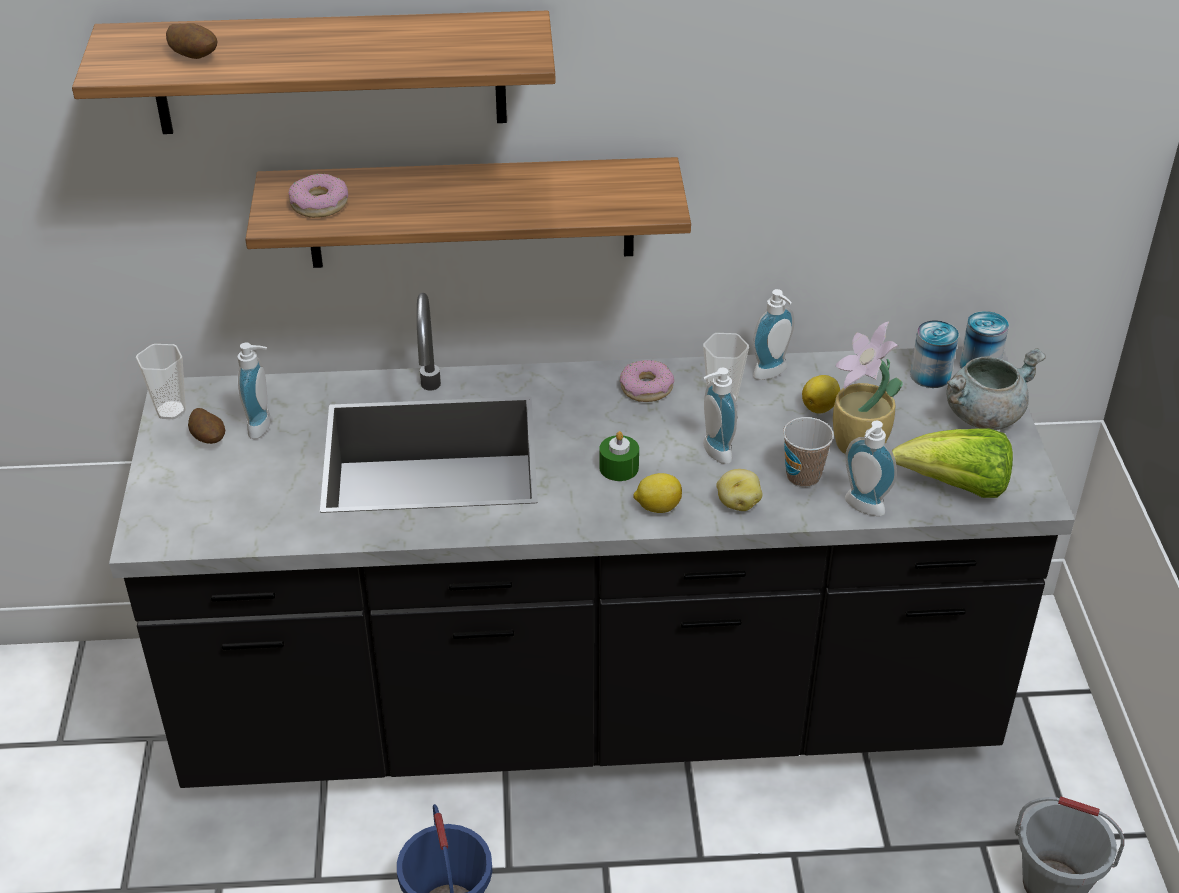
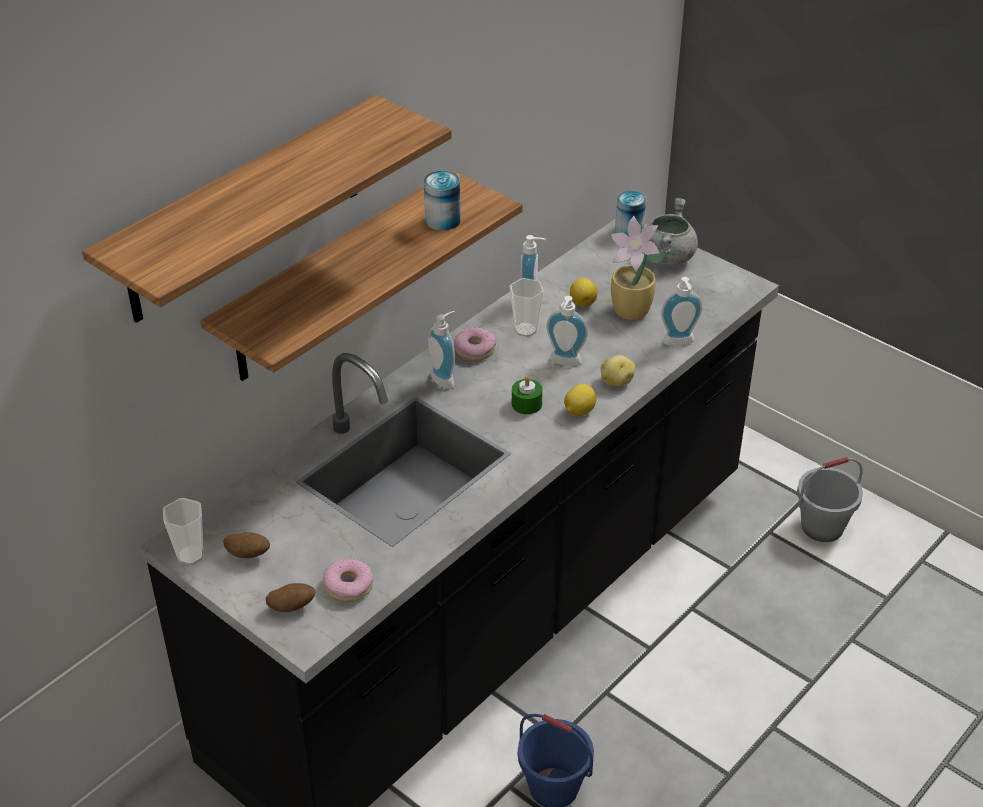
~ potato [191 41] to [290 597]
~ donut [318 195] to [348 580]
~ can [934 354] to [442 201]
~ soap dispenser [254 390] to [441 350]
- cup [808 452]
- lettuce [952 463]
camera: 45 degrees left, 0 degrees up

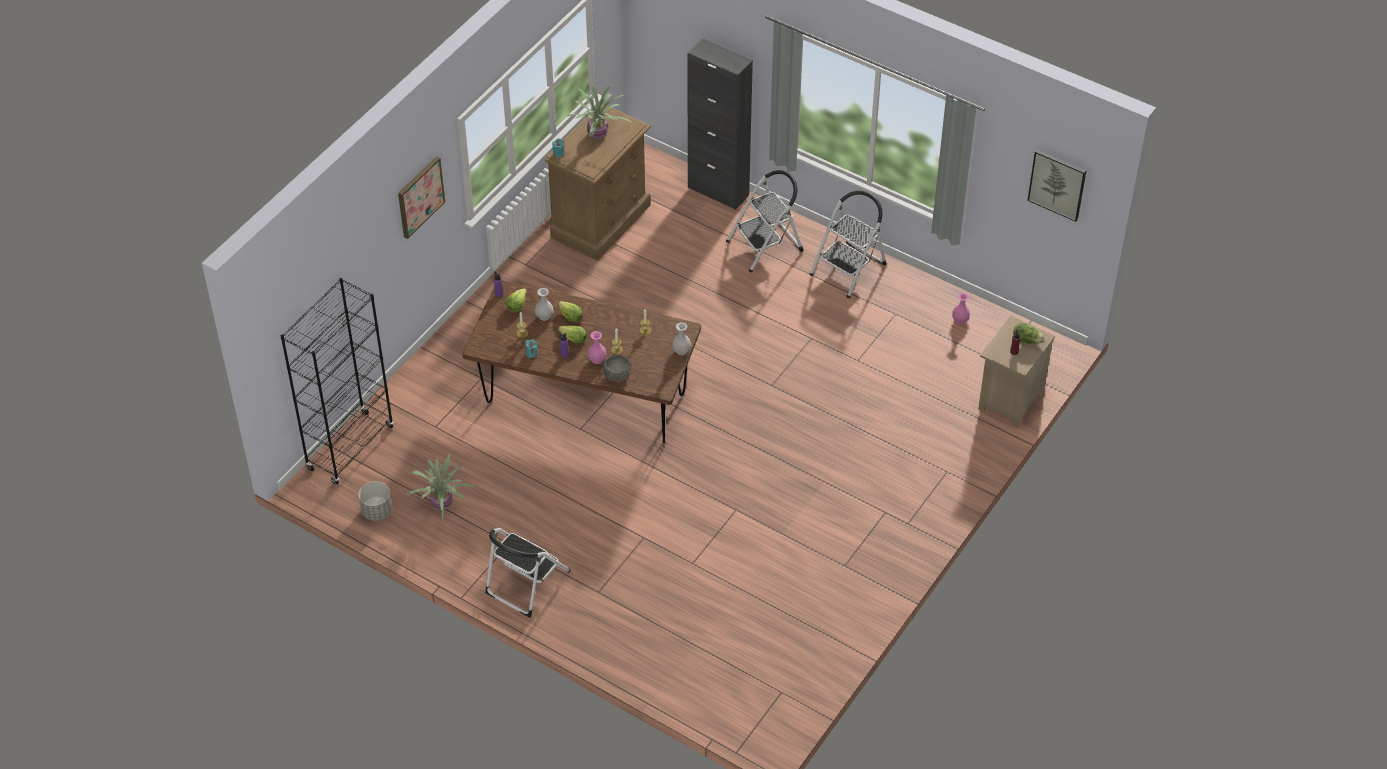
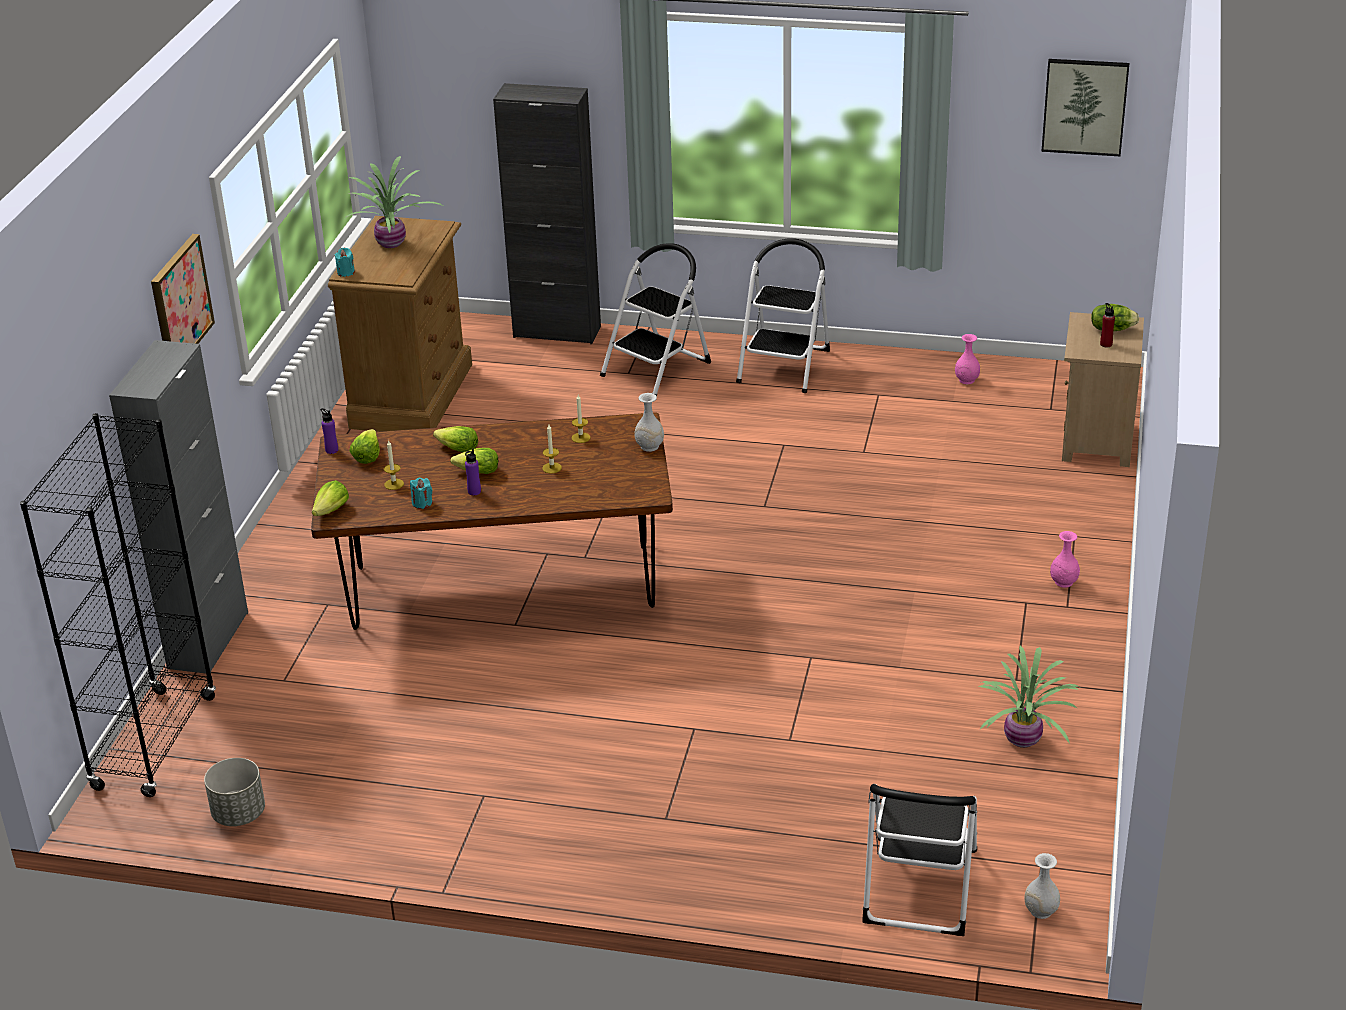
+ grey cabinet [178 506]
+ lettuce [330 498]
~ step ladder [528 573] to [919 860]
~ potted plant [440 487] to [1028 697]
~ white vase [544 304] to [1042 886]
~ pink vase [597 347] to [1065 559]
- grey bowl [617 369]
camera: 20 degrees left, 15 degrees down

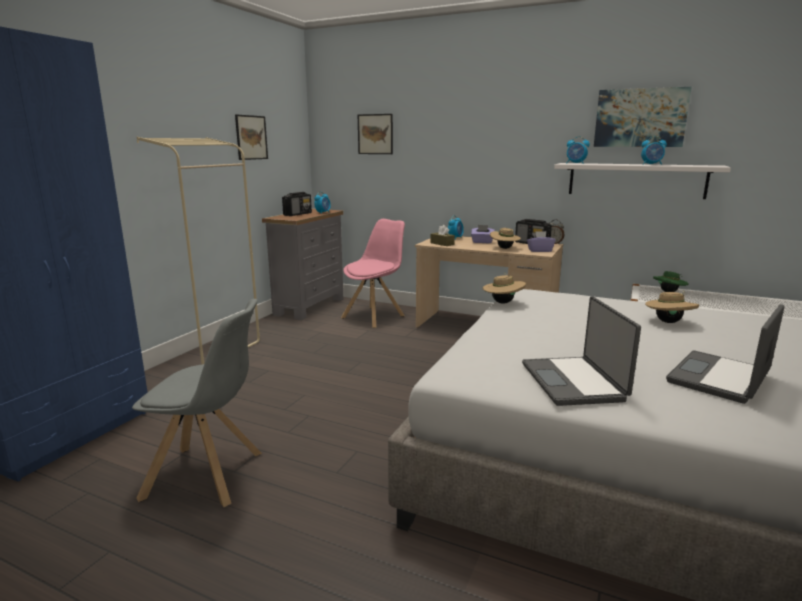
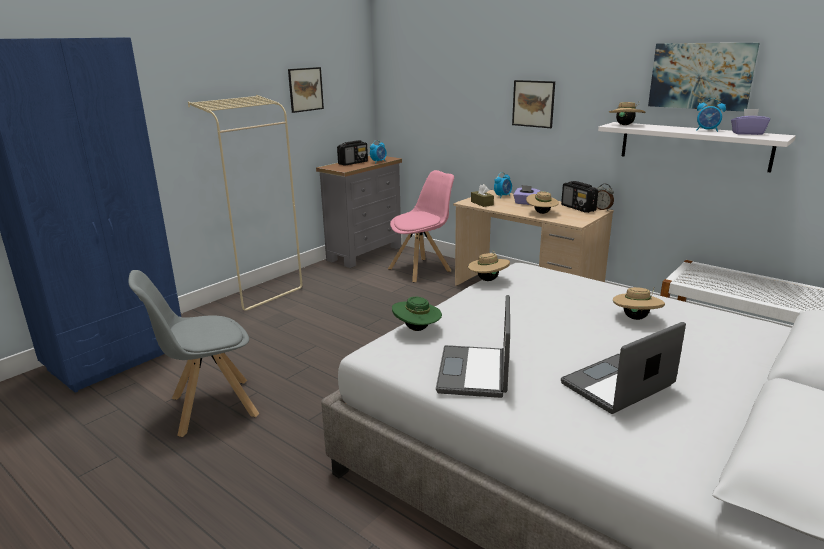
~ grey chair [197 403] = [193 353] 135 degrees clockwise
~ green hat [671 281] to [417 314]
~ picture [375 134] to [533 104]
~ alarm clock [578 150] to beige hat [627 113]
~ purple tissue box [541 241] to [750 122]
camera: 15 degrees right, 5 degrees up

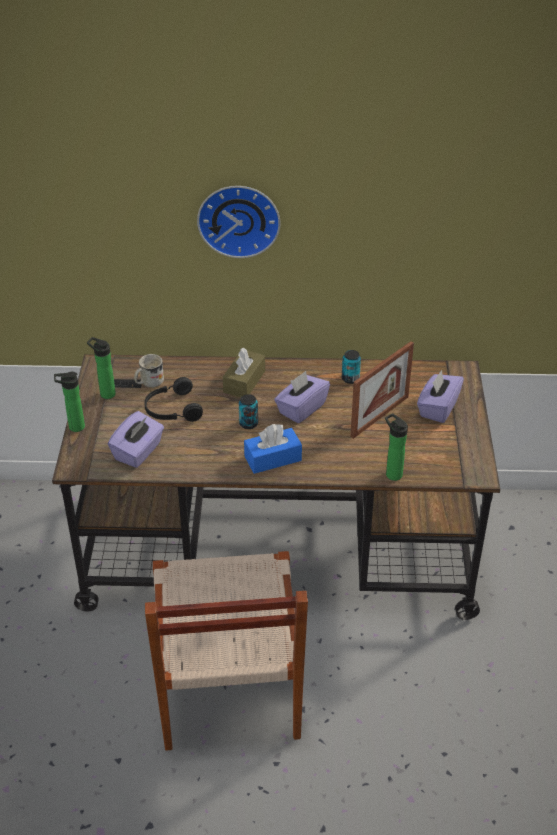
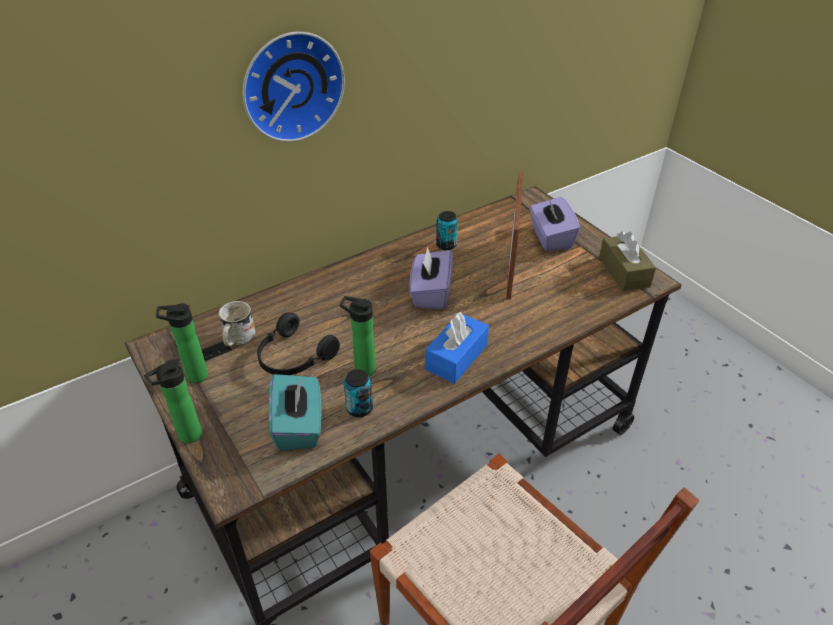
~ purple tissue box [136 439] to turquoise tissue box [295 412]
~ bottle [396 447] to [358 336]
~ can [248 411] to [358 393]
~ brown tissue box [244 372] to [627 261]
camera: 35 degrees left, 0 degrees up

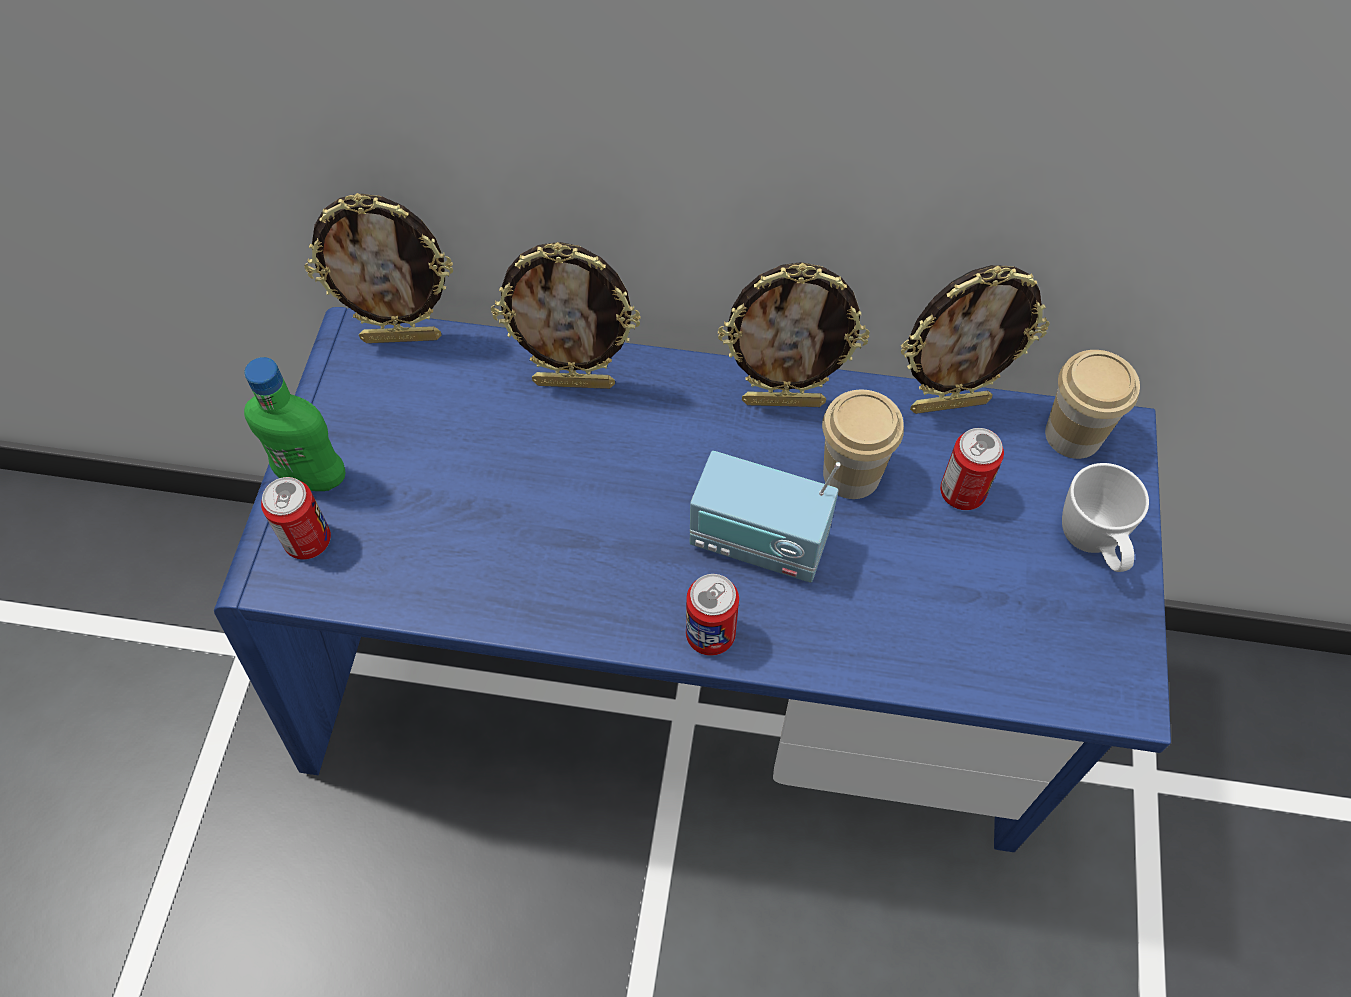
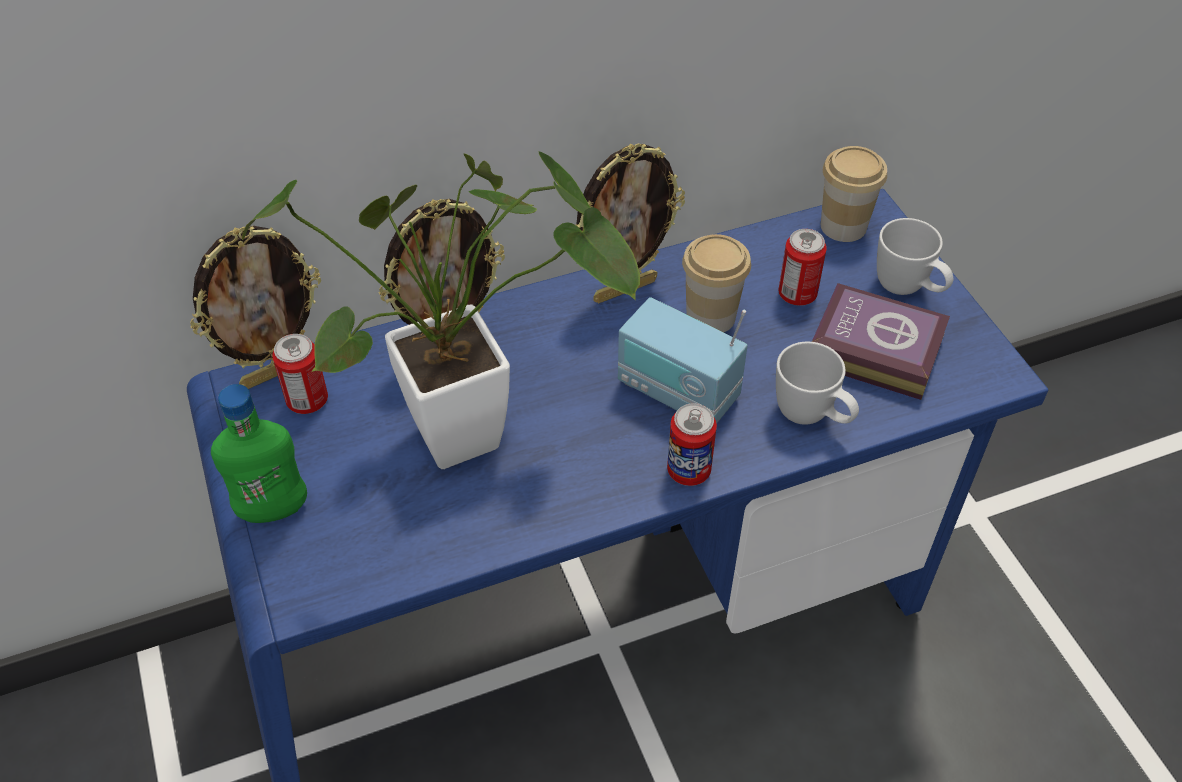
+ potted plant [441 310]
~ can [296 518] to [300 374]
~ radio [765 516] = [682 360] 45 degrees clockwise
+ white mug [817 383]
+ book [881 341]
- picture frame [975 339]
camera: 30 degrees left, 10 degrees down

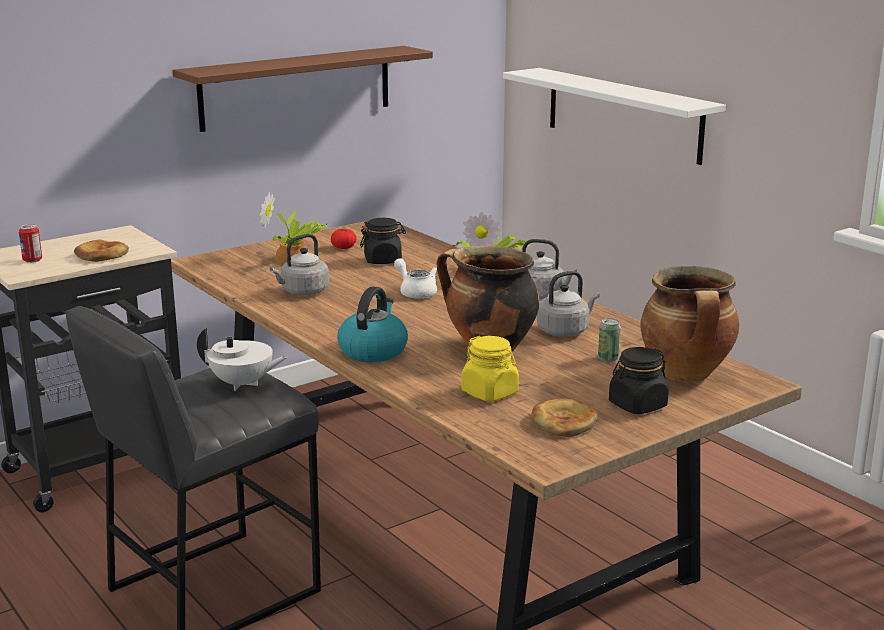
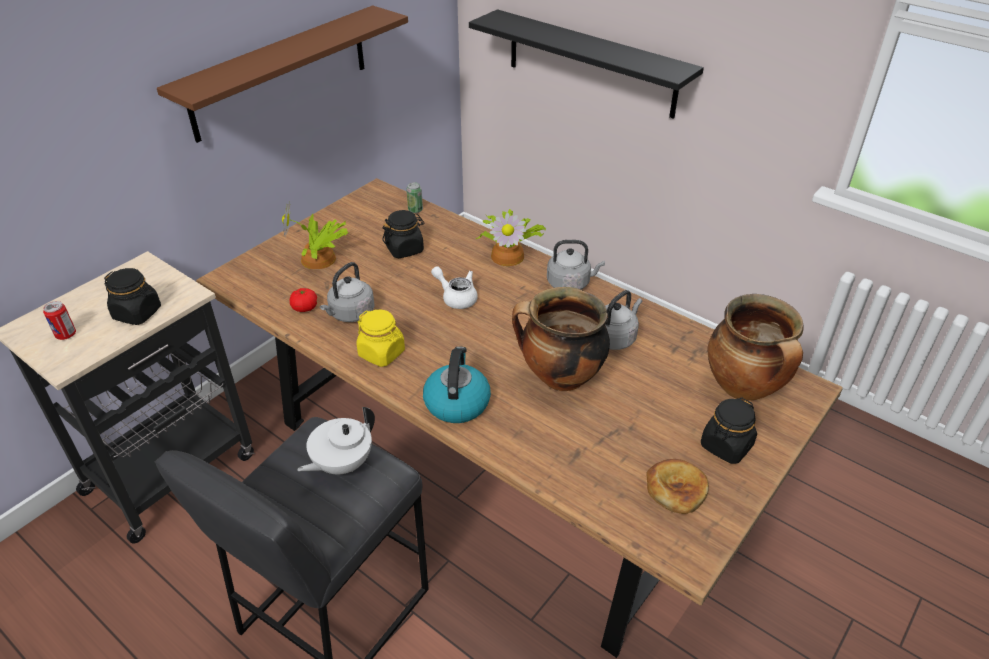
~ bread [101 250] to black jar [132 296]
~ tomato [344 239] to [303 300]
~ white teapot [242 359] = [336 440] 135 degrees clockwise
~ yellow jar [490 368] to [381 338]
~ can [609 340] to [414 197]
~ white shelf [614 116] to black shelf [586 64]
camera: 15 degrees left, 20 degrees up

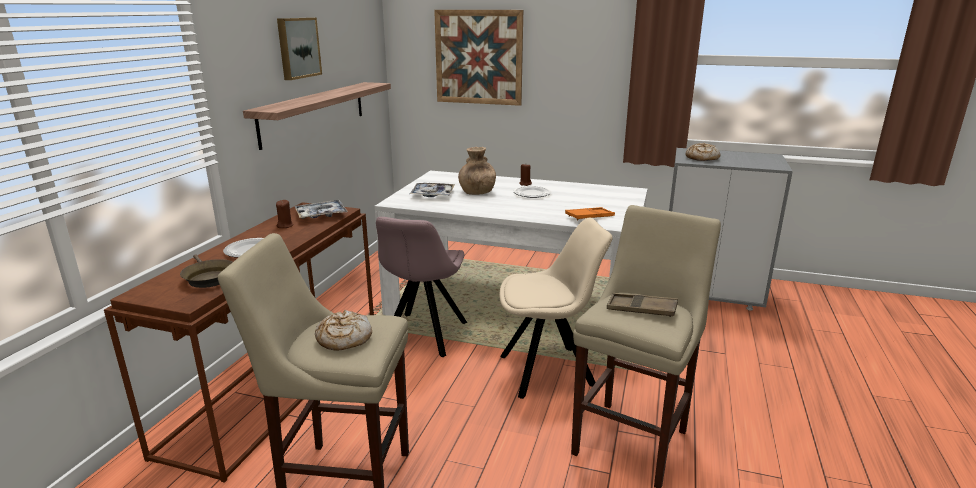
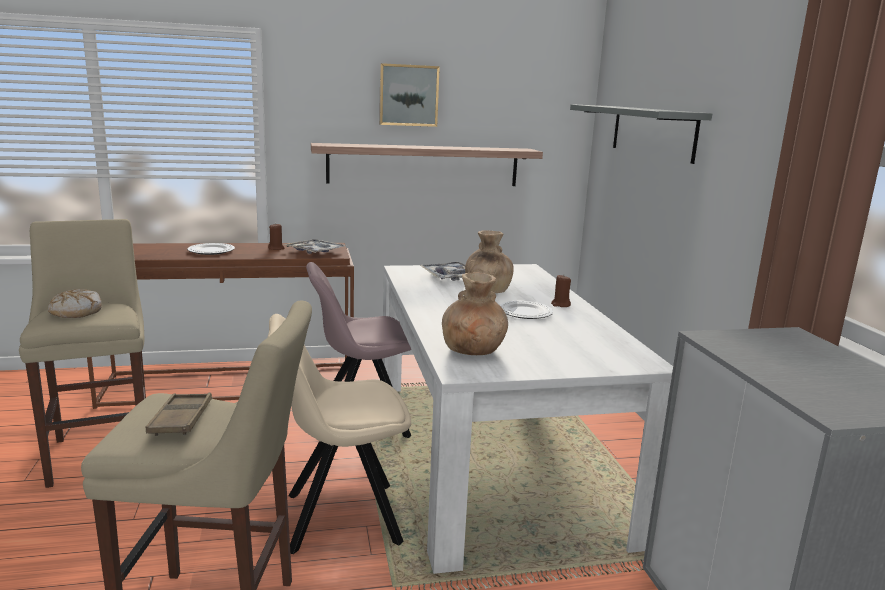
~ beige chair [556 308] = [339 434] 120 degrees clockwise
~ orange tray [590 213] to brown vase [475 314]
~ picture [478 58] to grey shelf [641 134]
- brown frying pan [206 271]
- bread [702 152]
camera: 60 degrees right, 5 degrees down

